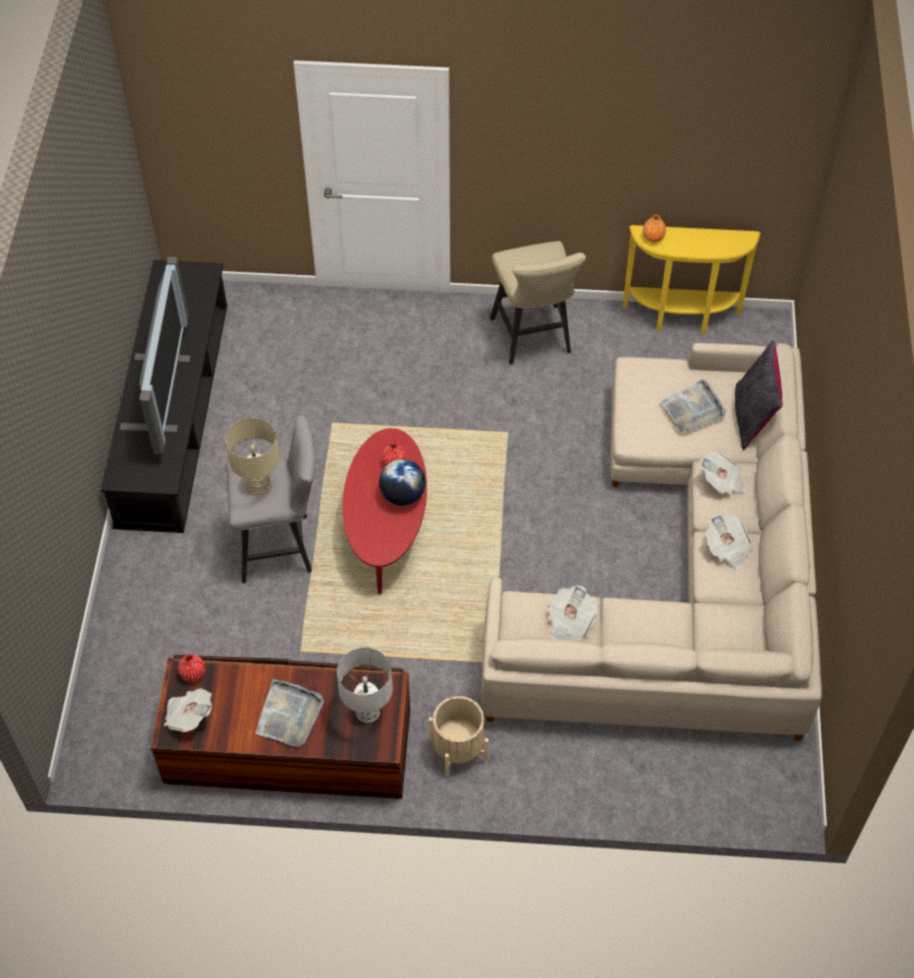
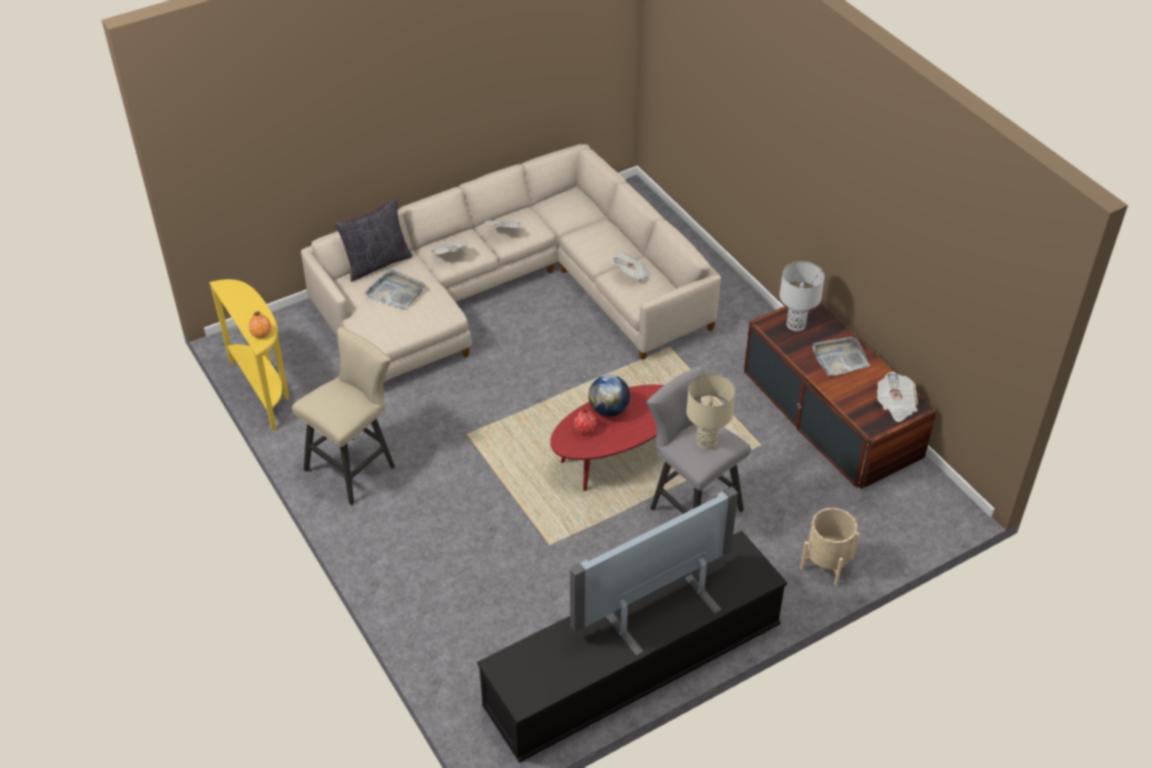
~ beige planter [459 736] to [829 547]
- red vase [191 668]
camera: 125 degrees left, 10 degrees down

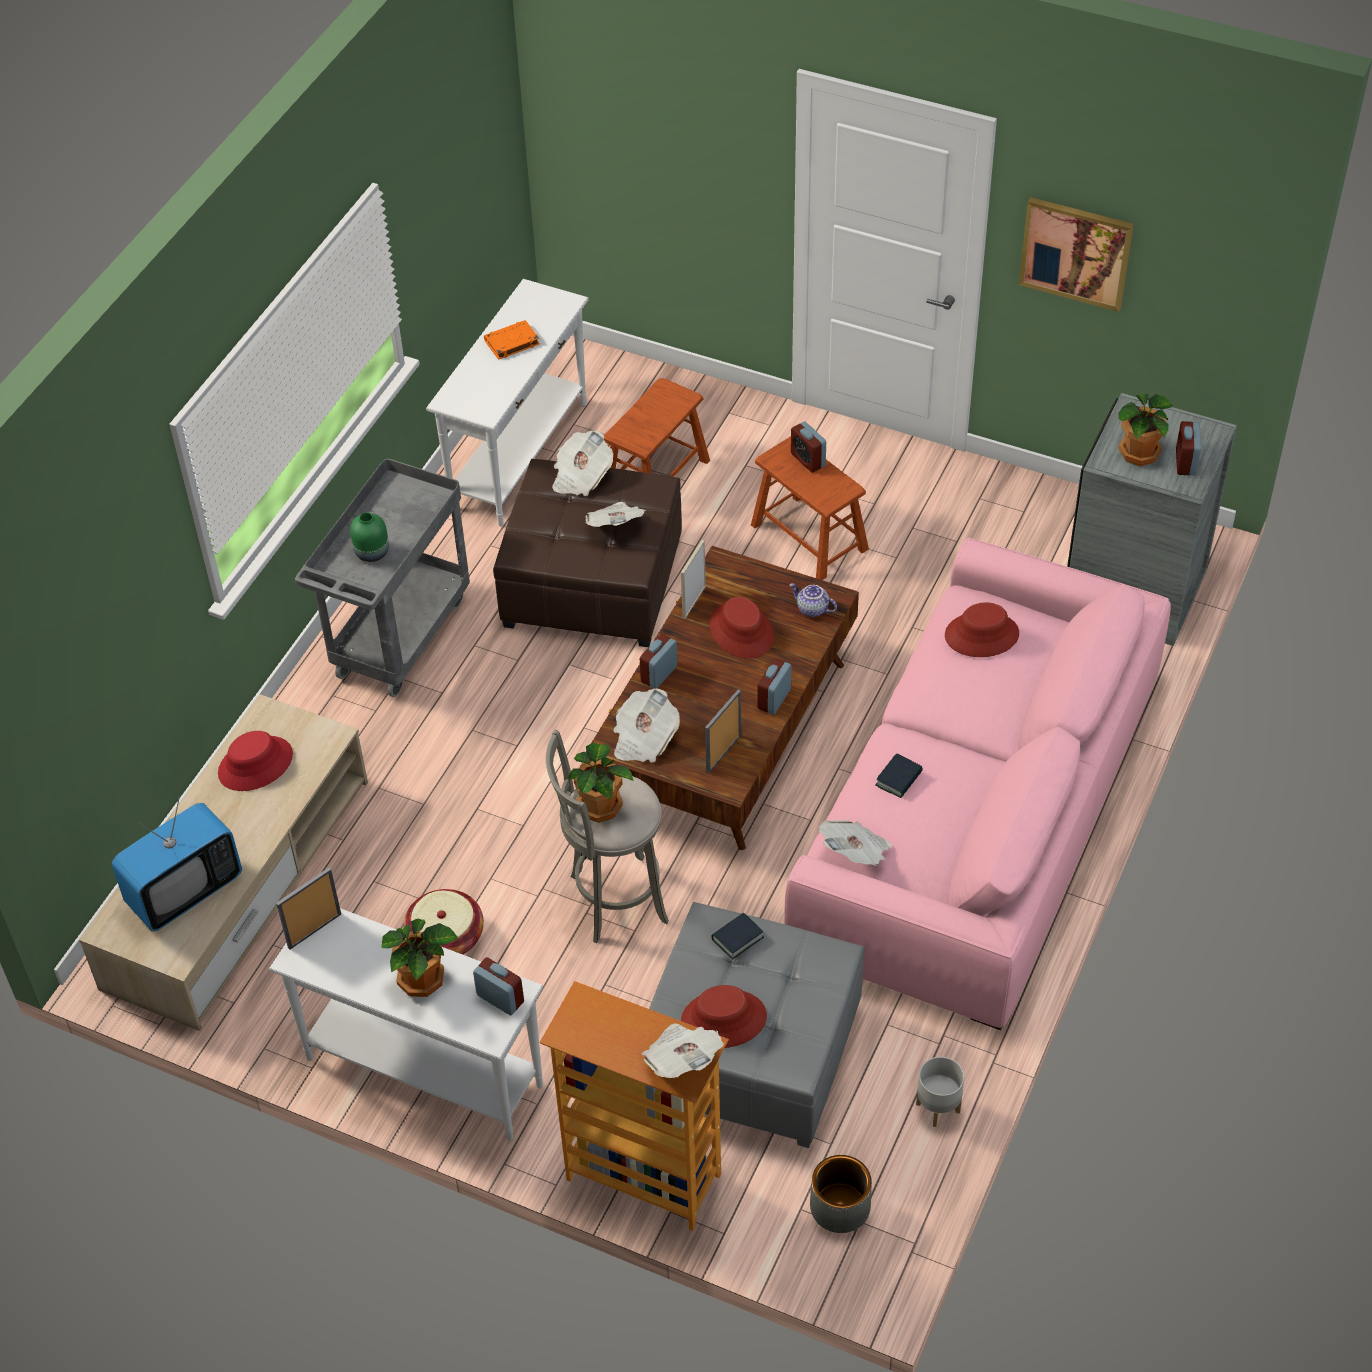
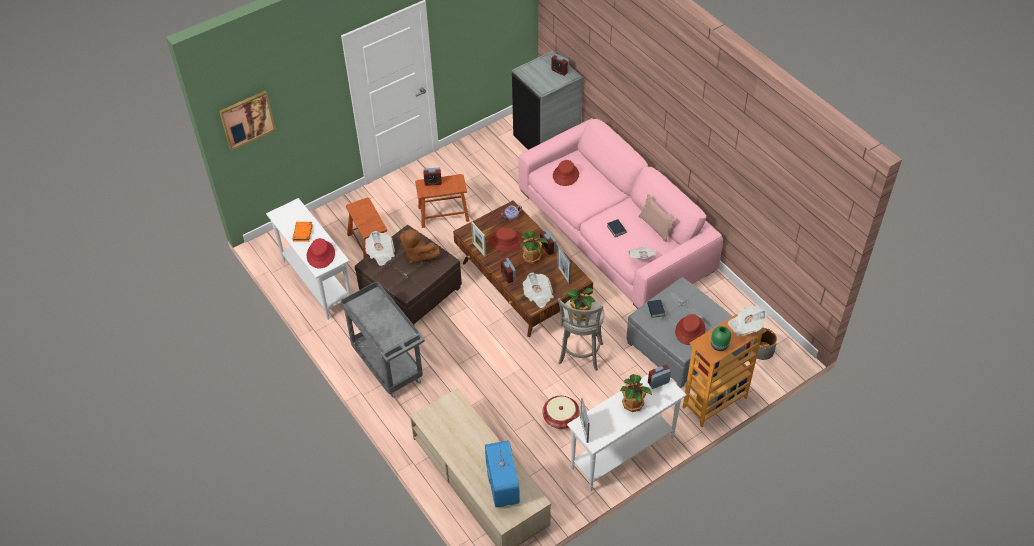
~ picture [1076 254] to [247 120]
~ red hat [255 761] to [321 253]
~ newspaper [616 514] to brown plush toy [420 246]
~ potted plant [1145 429] to [534 247]
+ beige pillow [657 218]
~ green vase [369 537] to [721 338]
- grey planter [940 1092]
camera: 60 degrees left, 0 degrees up

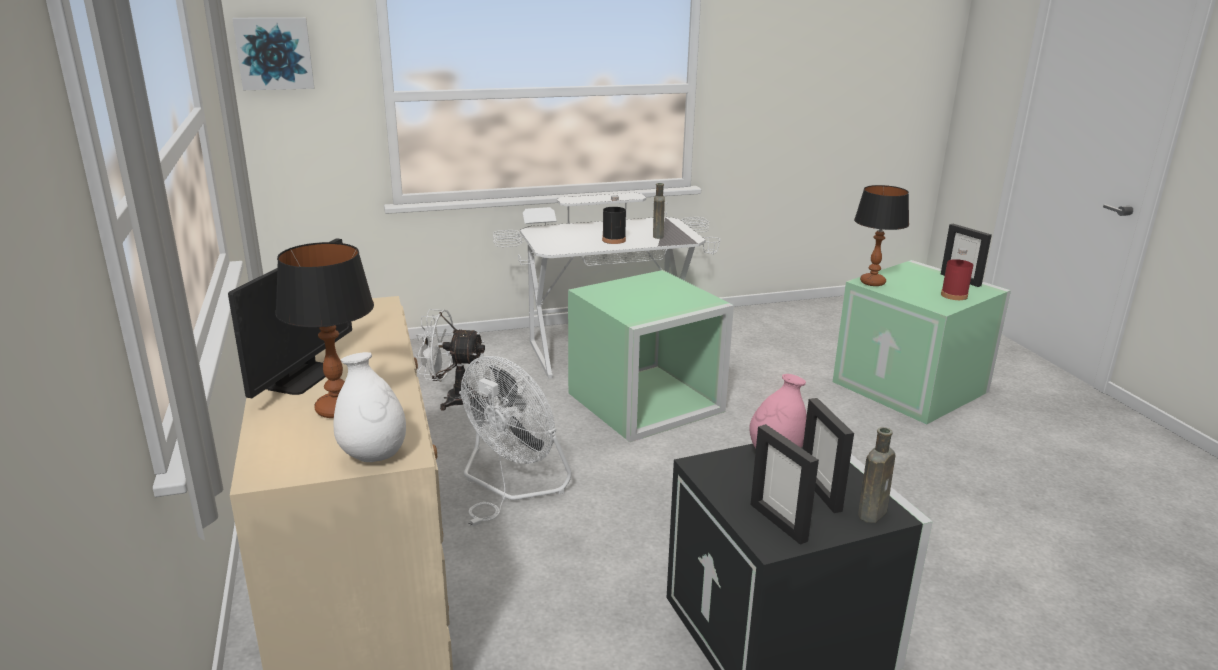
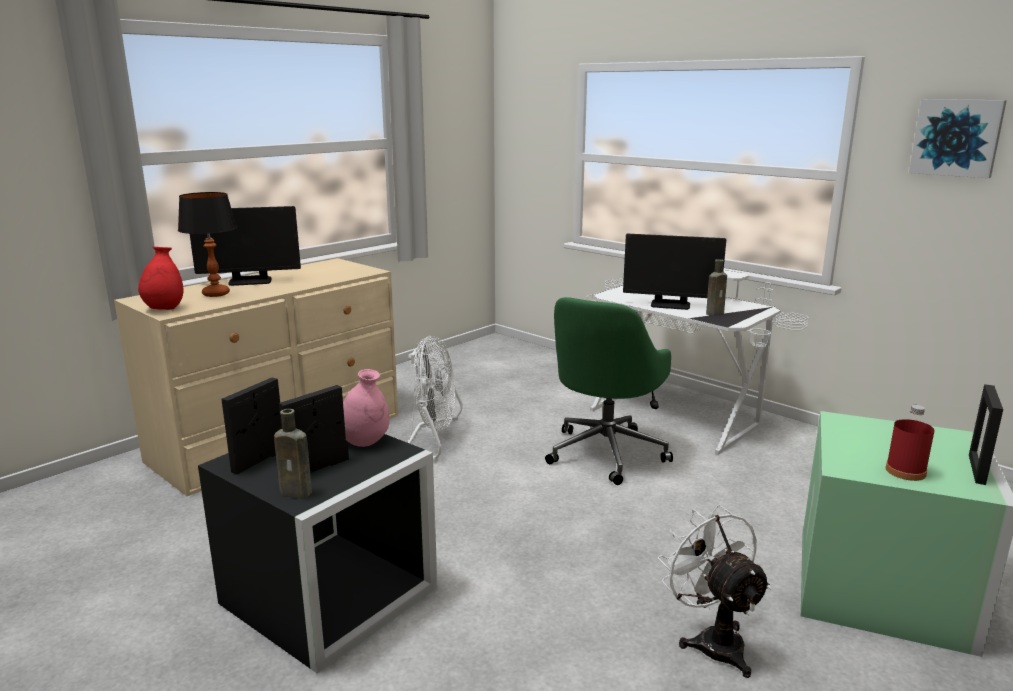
~ white vase [370 407] to red vase [161 278]
~ green storage box [651 356] to green office chair [609 391]
~ black bottle [614 219] to monitor [674 272]
~ white fan [452 360] to [715 591]
~ picture [273 53] to [958 138]
- table lamp [881 235]
camera: 60 degrees right, 5 degrees down

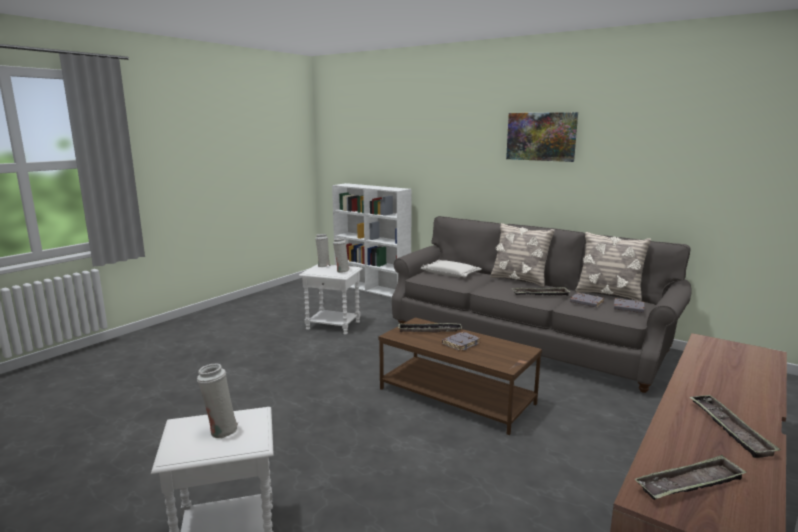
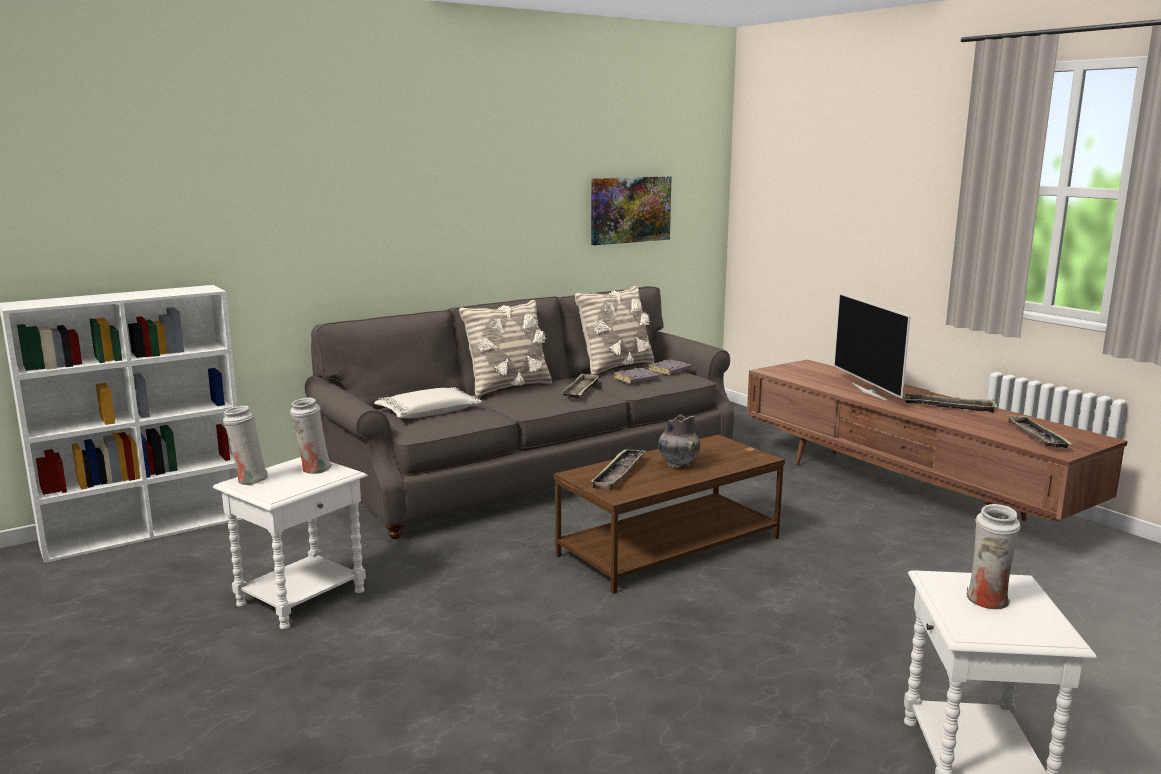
~ picture [542 137] to [631 210]
~ grey book [461 341] to grey vase [679 441]
+ television [872 347]
camera: 70 degrees left, 0 degrees up

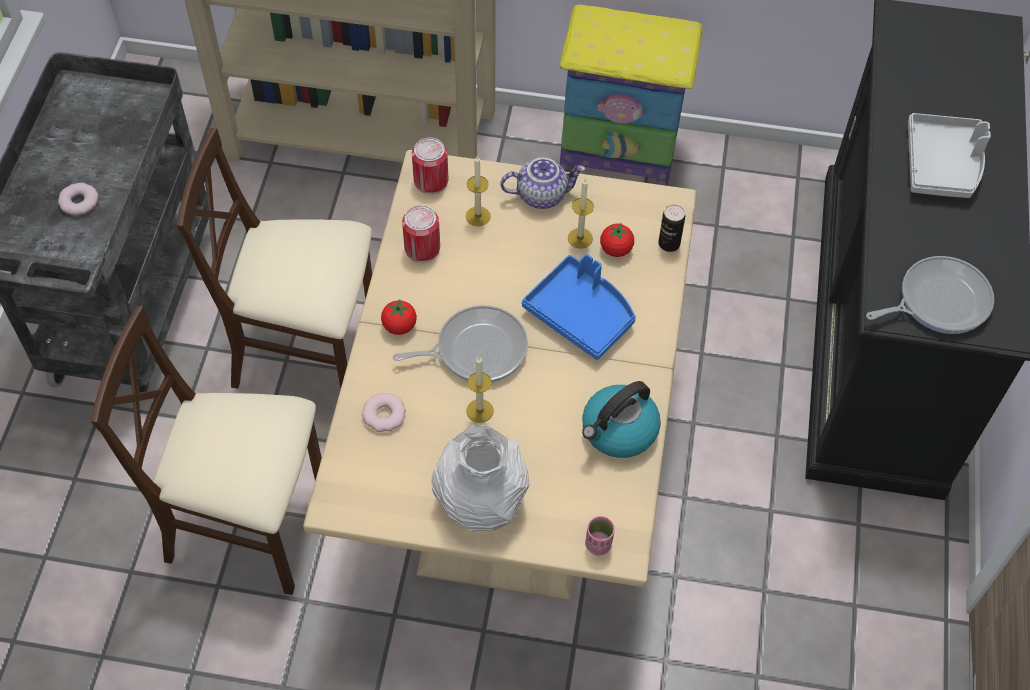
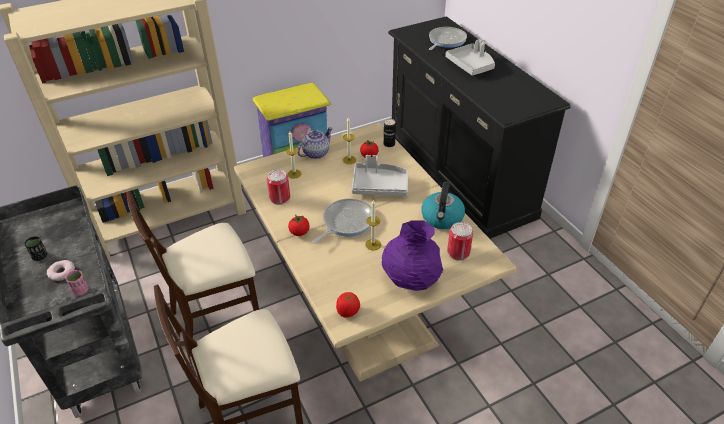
+ black cup [36 248]
~ pink cup [600 535] to [77 283]
+ tomato [348 305]
~ blue tray [579 307] to grey tray [380 175]
~ white vase [480 477] to purple vase [412 255]
~ frying pan [930 295] to [448 38]
~ can [430 165] to [460 241]
- donut [384 412]
camera: 35 degrees left, 15 degrees down

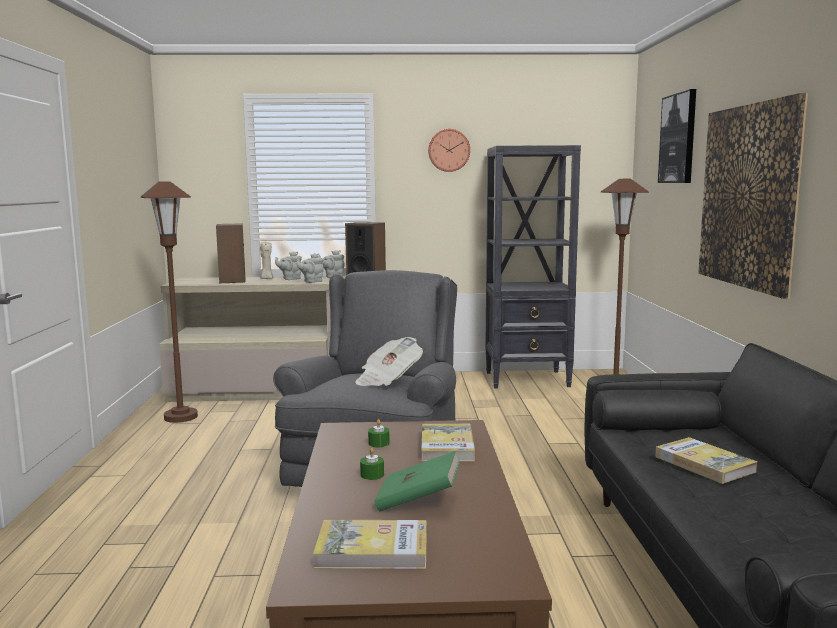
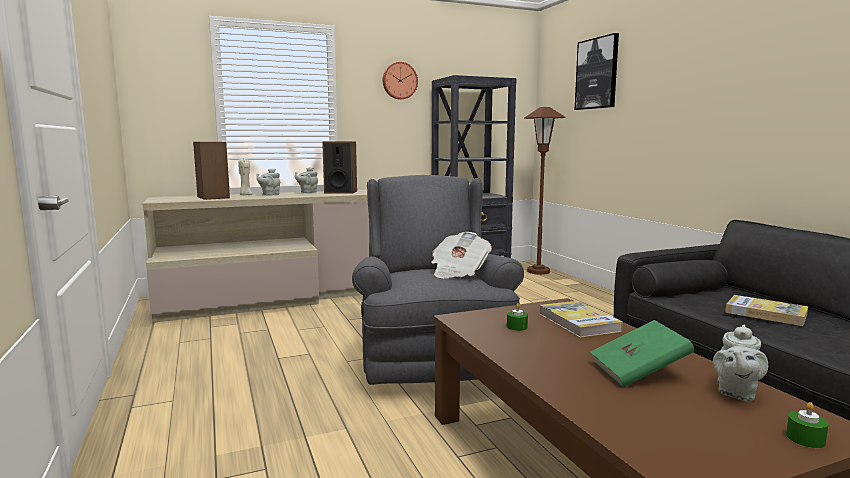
~ grey teapot [310 268] to [740 362]
~ green candle [372 464] to [807 425]
- brown floor lamp [169 302]
- book [370 544]
- picture [753 195]
camera: 20 degrees left, 0 degrees up

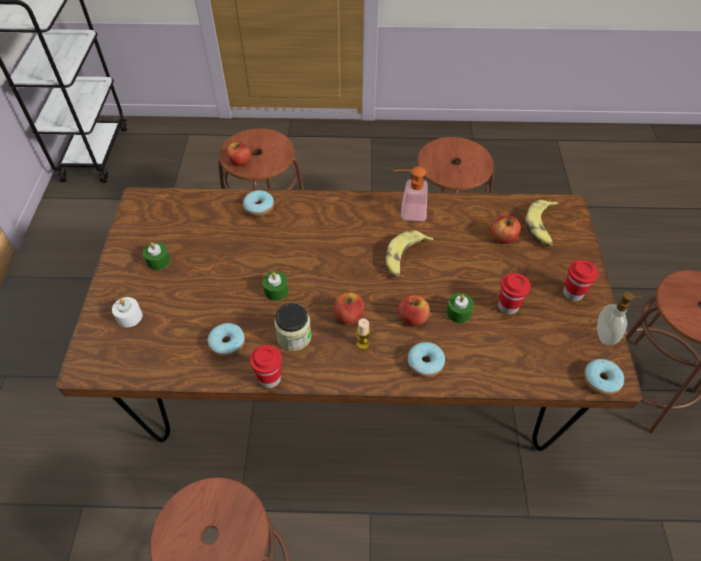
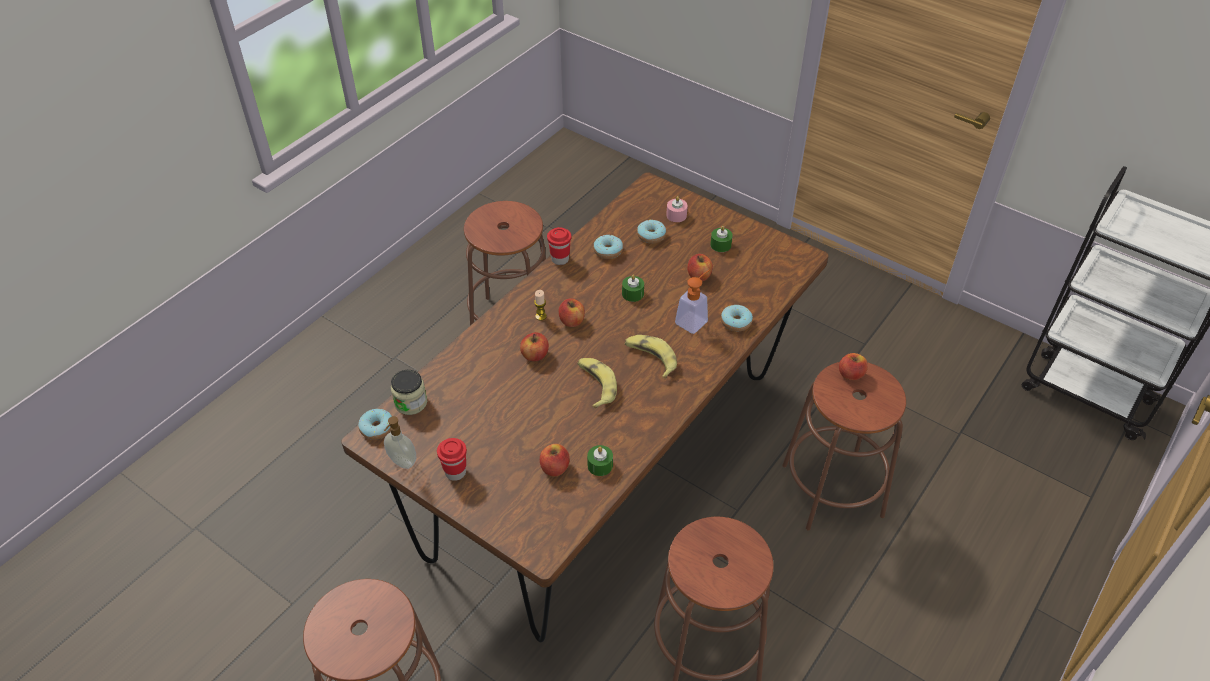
~ jar [293 327] to [409 392]
~ green candle [460 308] to [600 460]
~ banana [541 223] to [651 356]
~ donut [426 359] to [651 231]
~ white candle [127 312] to pink candle [677 209]
~ soap dispenser [410 193] to [692 301]
+ apple [700 267]
- red cup [514 293]
camera: 125 degrees right, 5 degrees down

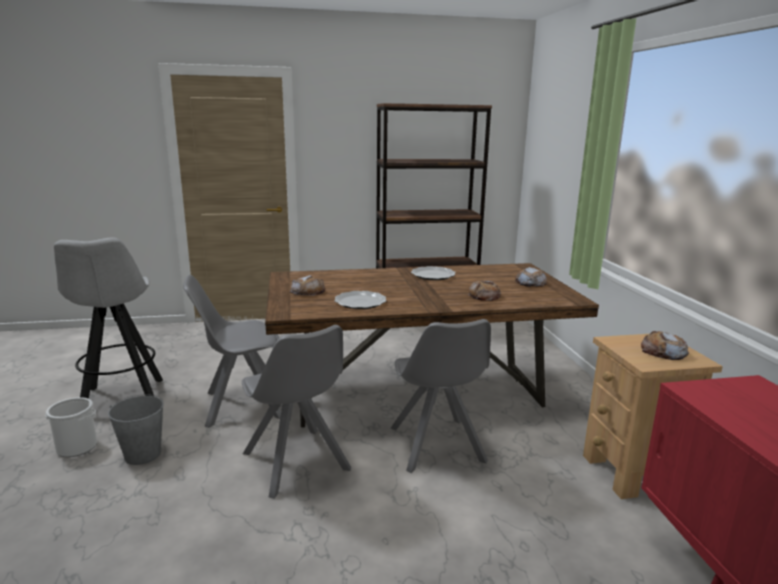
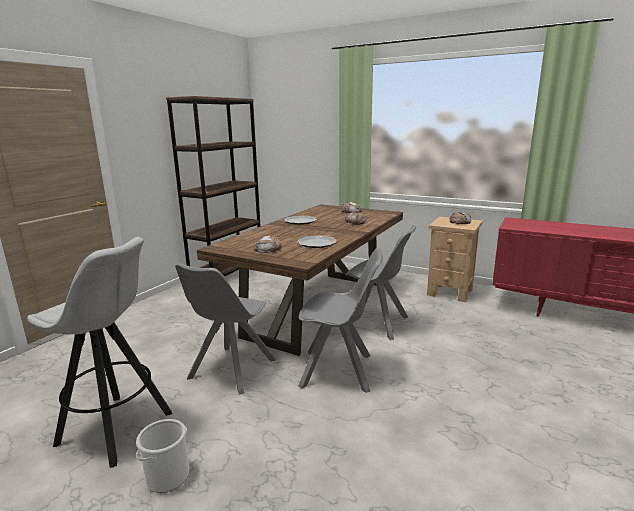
- grey bucket [136 429]
camera: 50 degrees left, 0 degrees up

